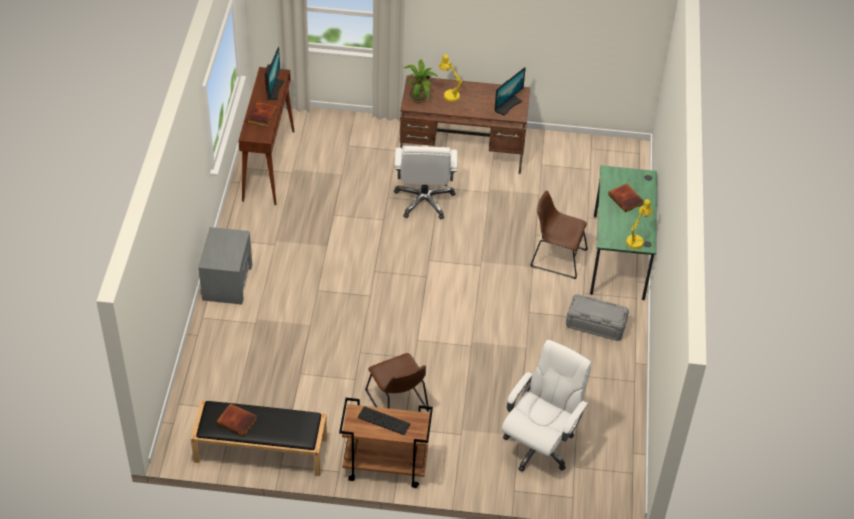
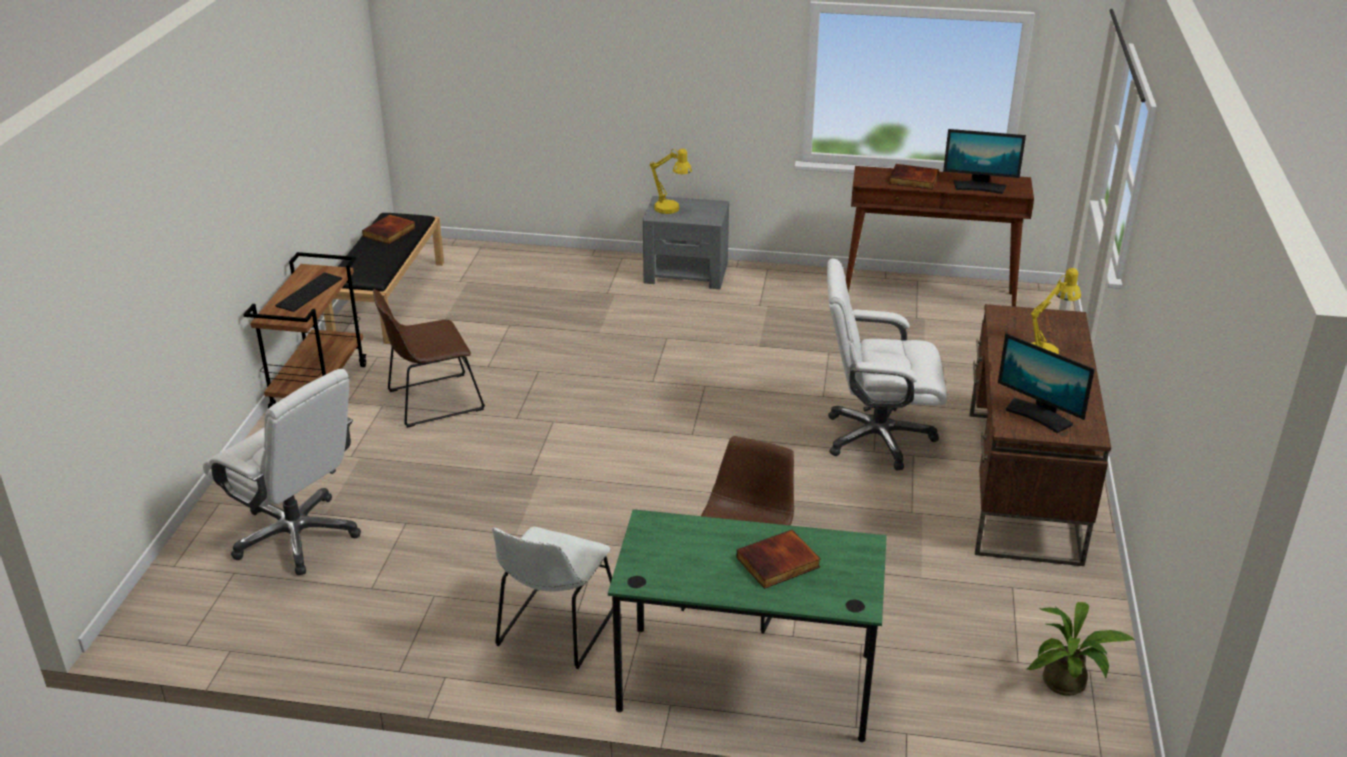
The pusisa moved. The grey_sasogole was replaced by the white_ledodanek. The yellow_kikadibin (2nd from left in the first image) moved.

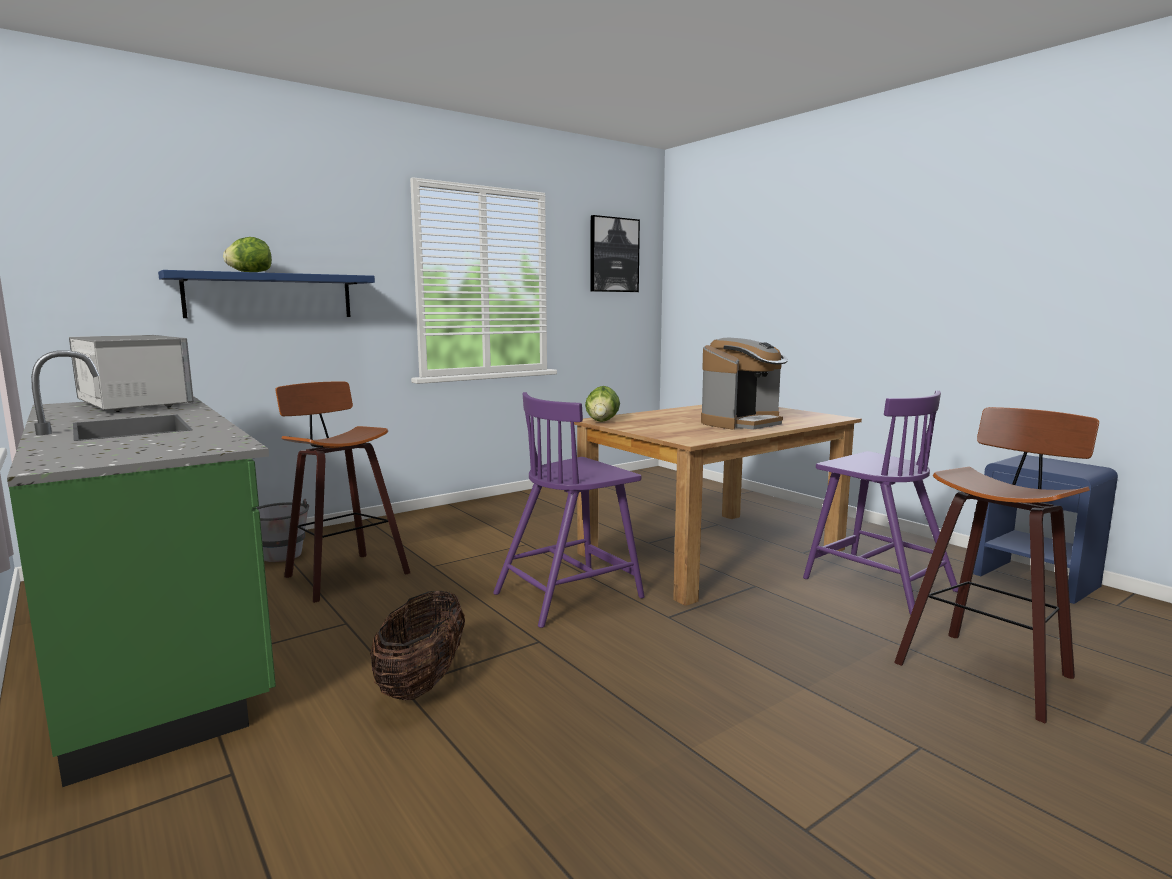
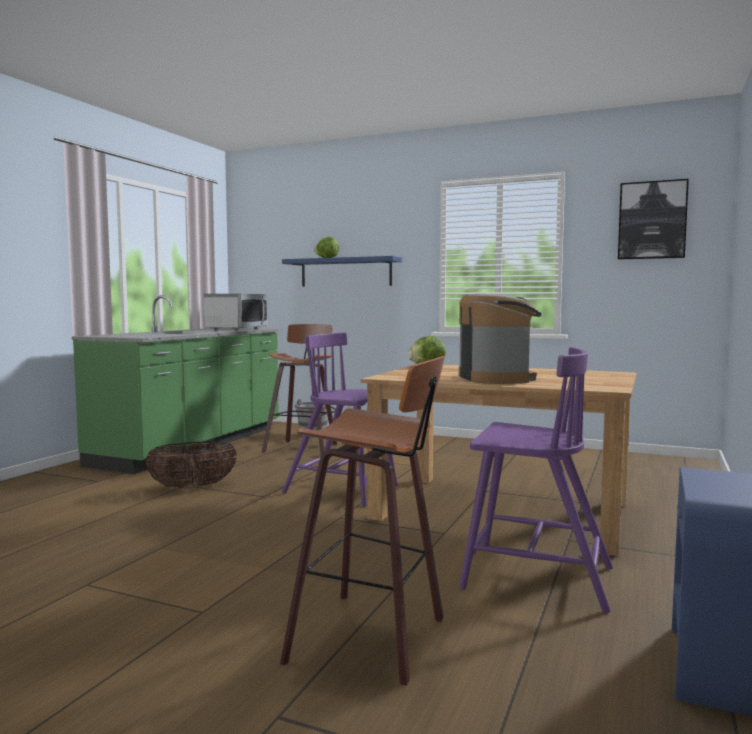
The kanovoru turned 120 degrees counterclockwise. The purple_ledodanek (2nd from left) turned 90 degrees counterclockwise.

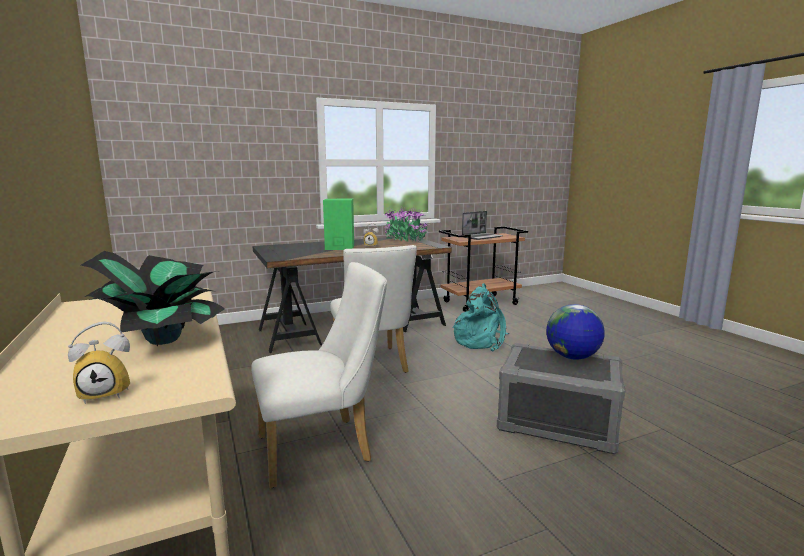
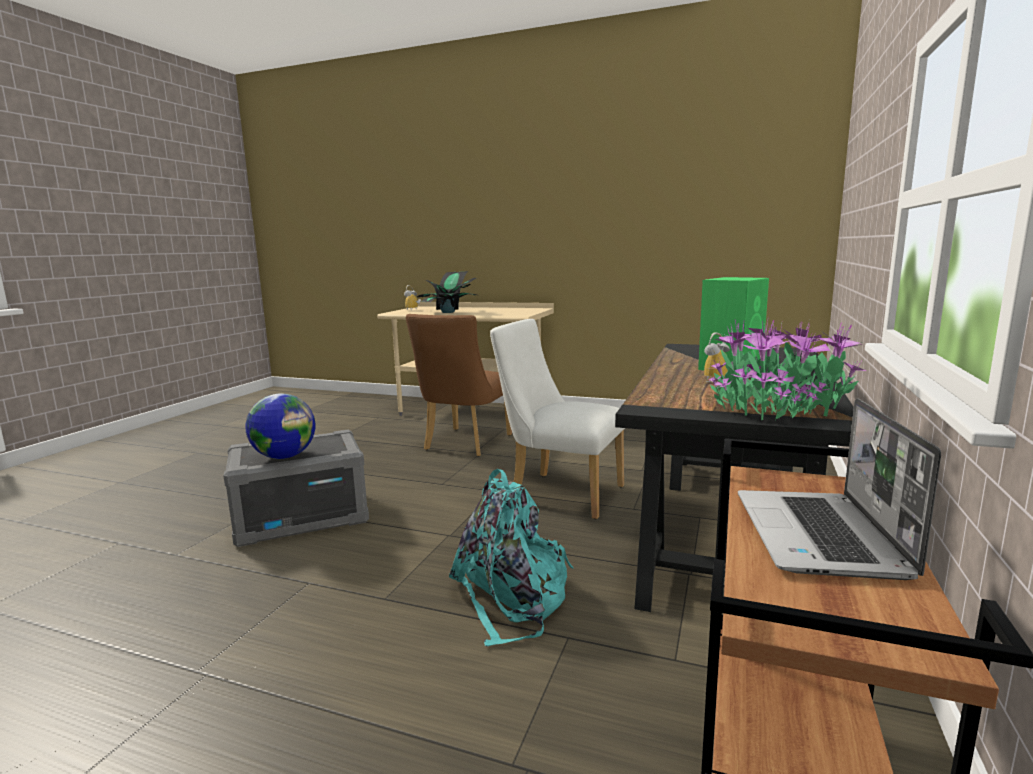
The white_ledodanek (1st from left) became the brown_ledodanek.

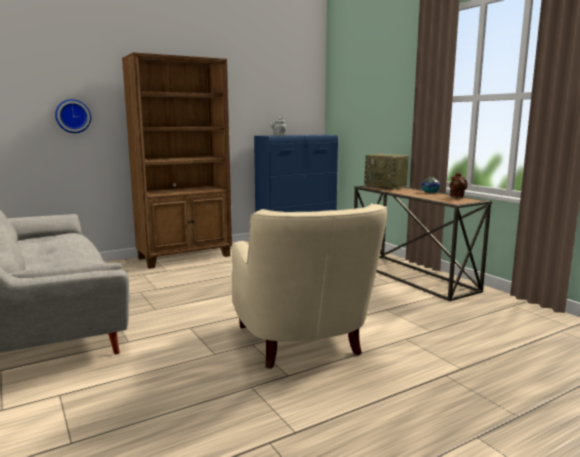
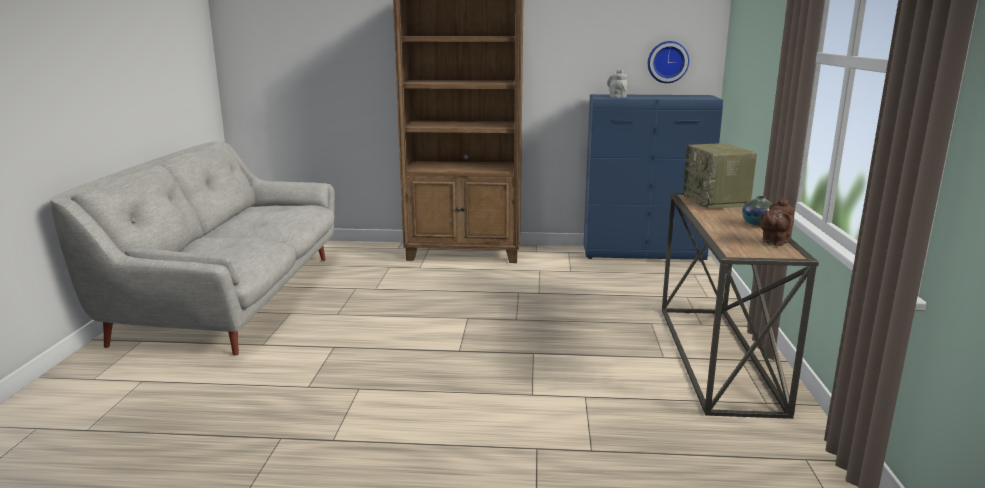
The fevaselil moved. The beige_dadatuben disappeared.

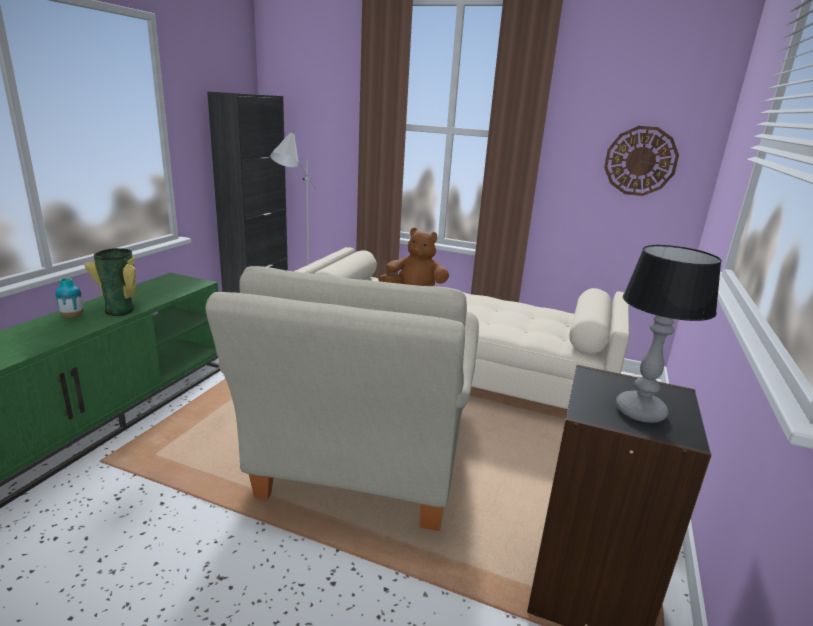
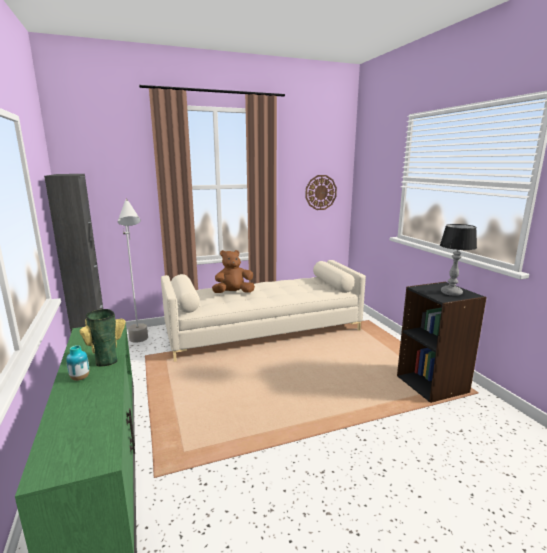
The beige_dadatuben disappeared.

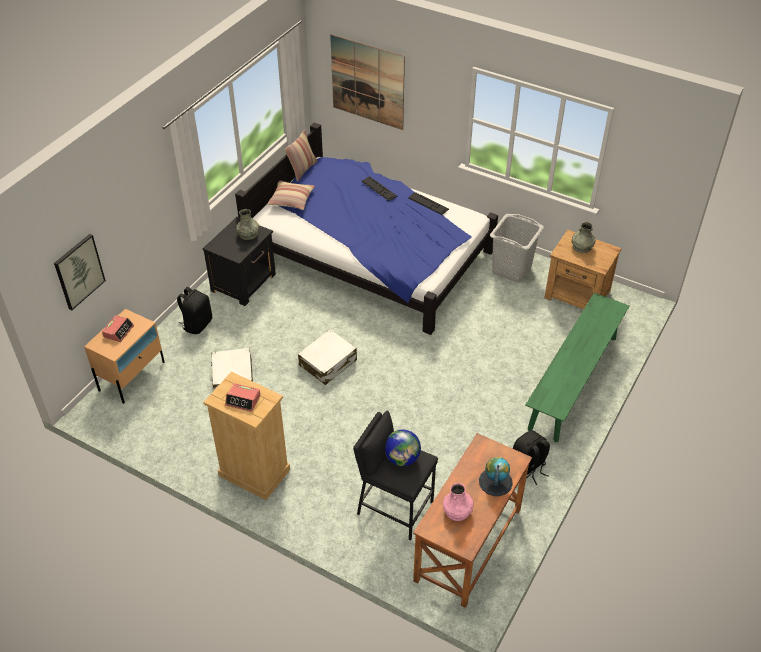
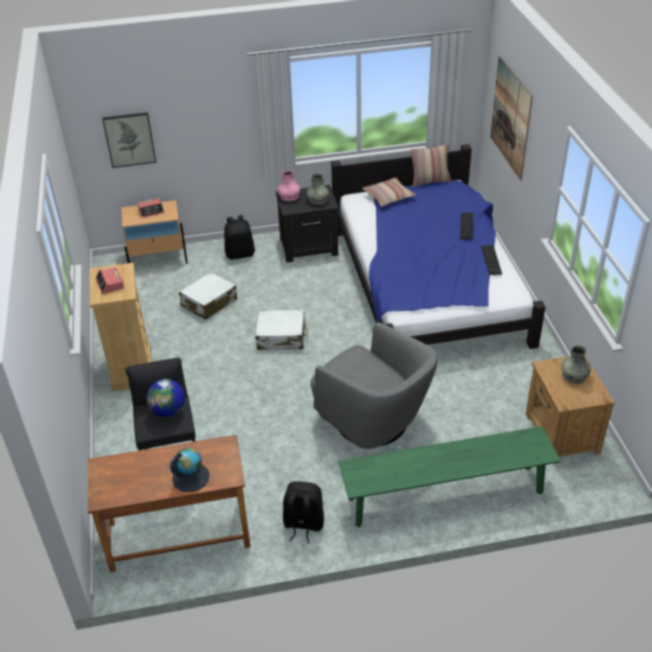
The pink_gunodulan moved. The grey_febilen disappeared. The grey_dadatuben appeared.

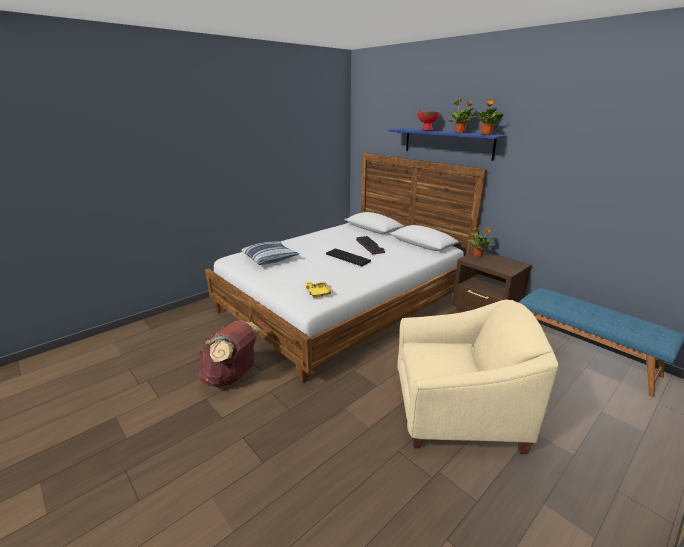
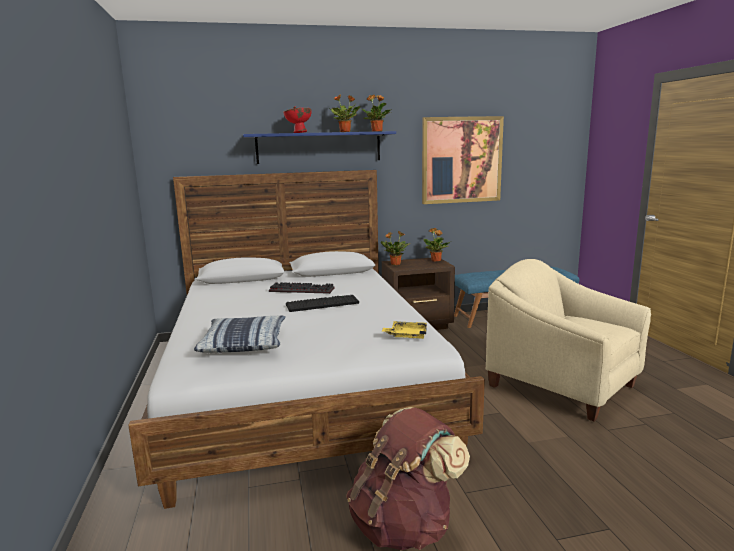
The beige_dadatuben turned 75 degrees counterclockwise. The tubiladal appeared. The pusisa (4th from left) appeared.

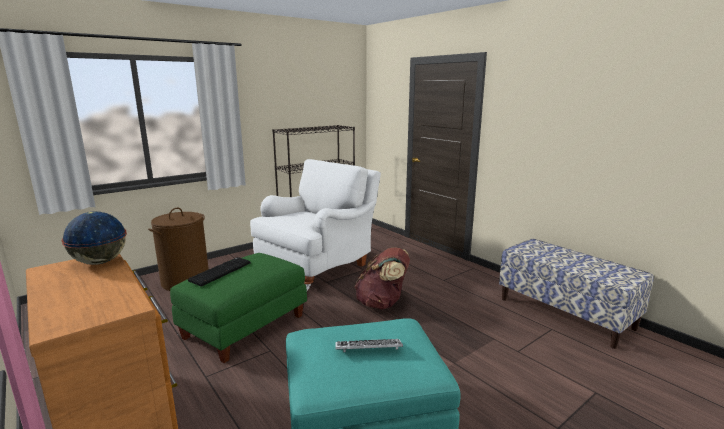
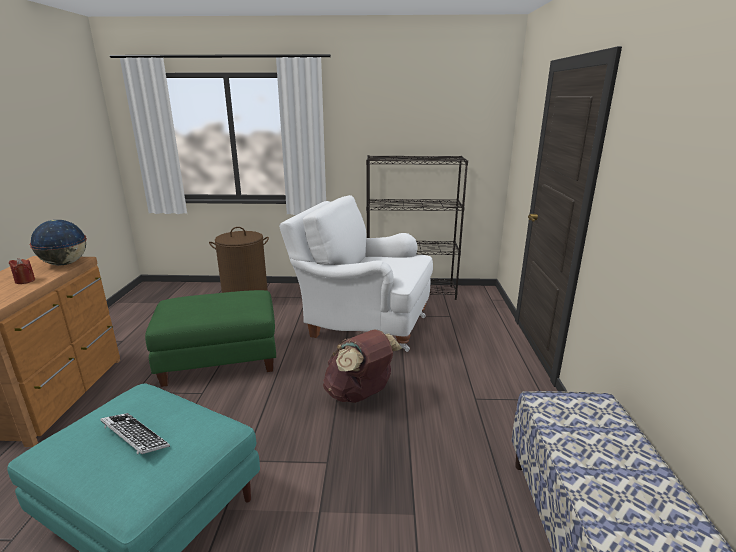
The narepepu (1st from left) disappeared. The white_dadatuben turned 150 degrees counterclockwise. The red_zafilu appeared.

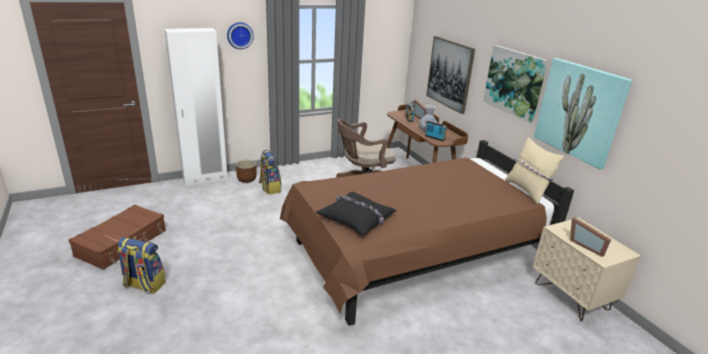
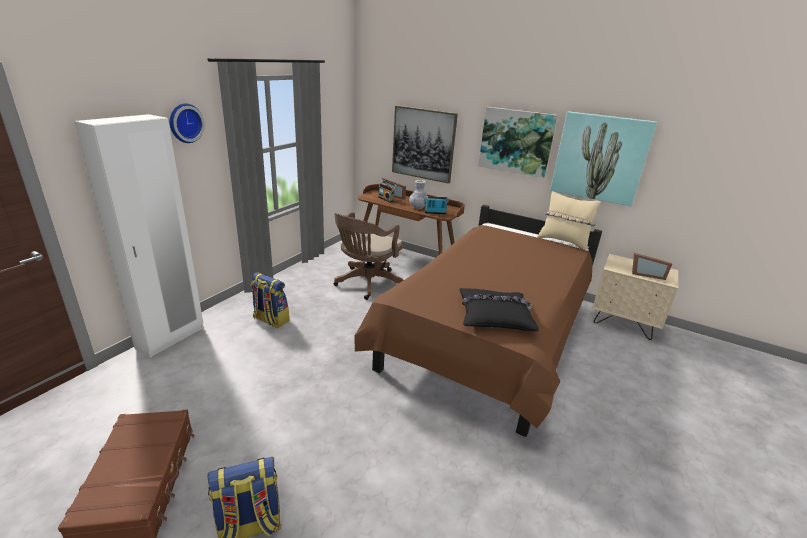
The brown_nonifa disappeared.

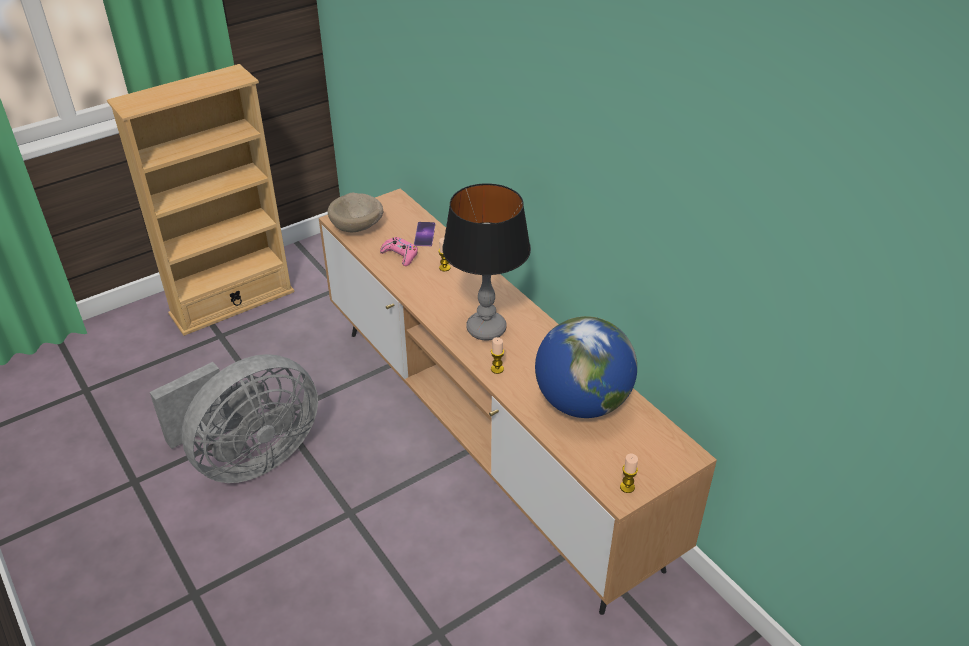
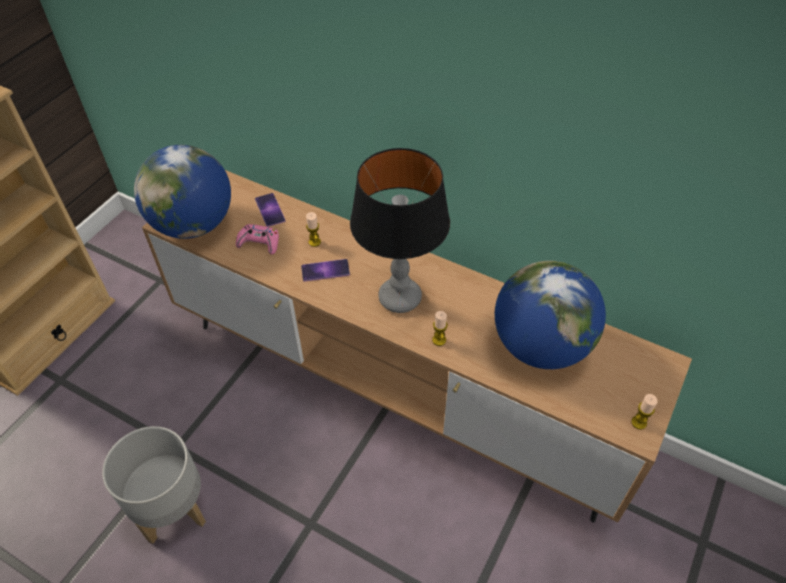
The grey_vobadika was replaced by the grey_nonifa. The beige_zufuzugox was replaced by the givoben (1st from left). The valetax (2nd from left) appeared.

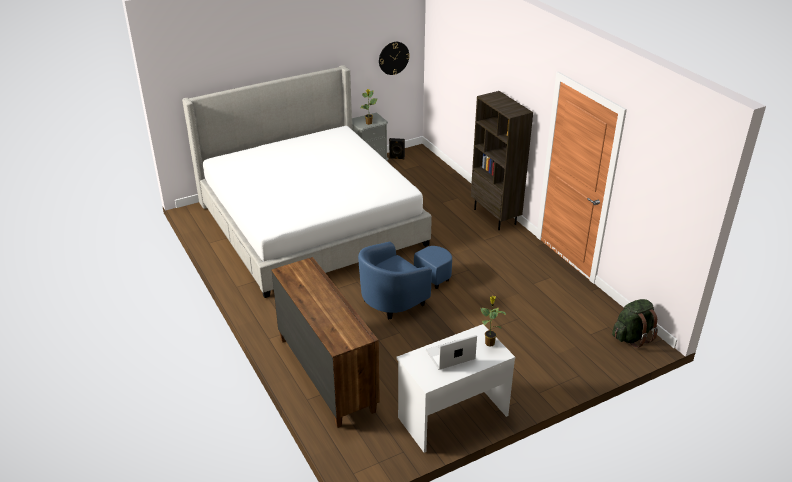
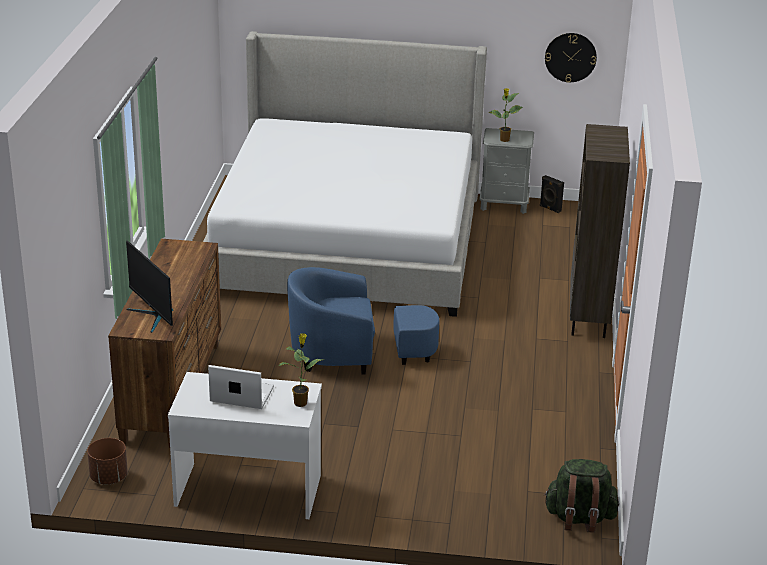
The brown_nonifa appeared. The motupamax appeared.

